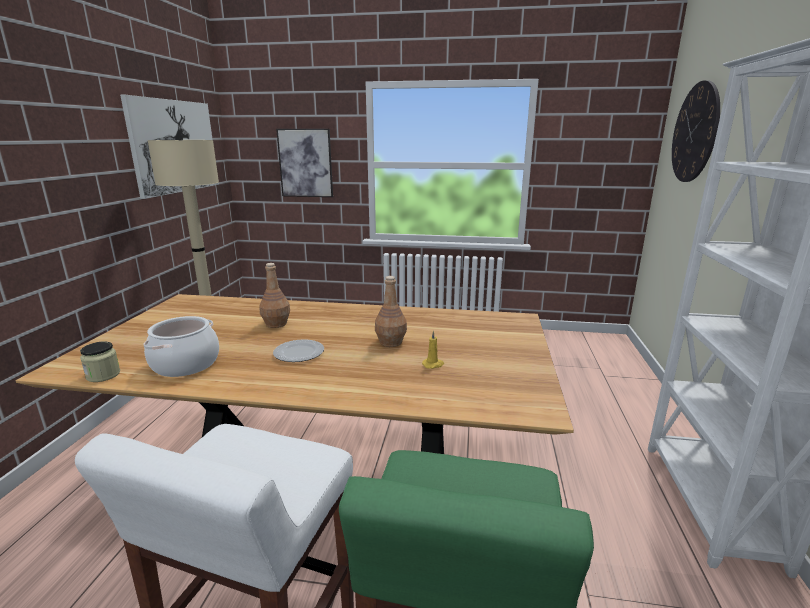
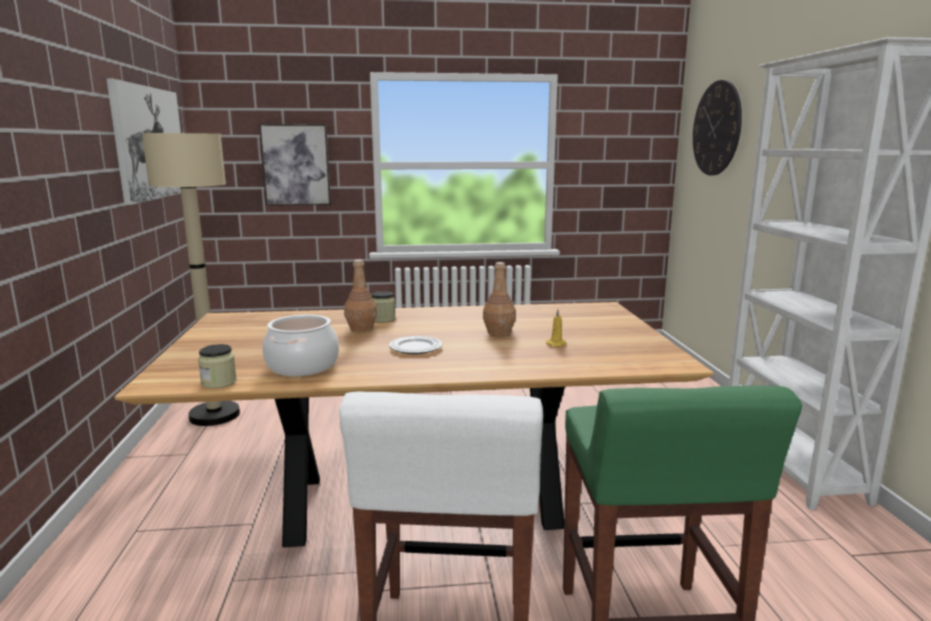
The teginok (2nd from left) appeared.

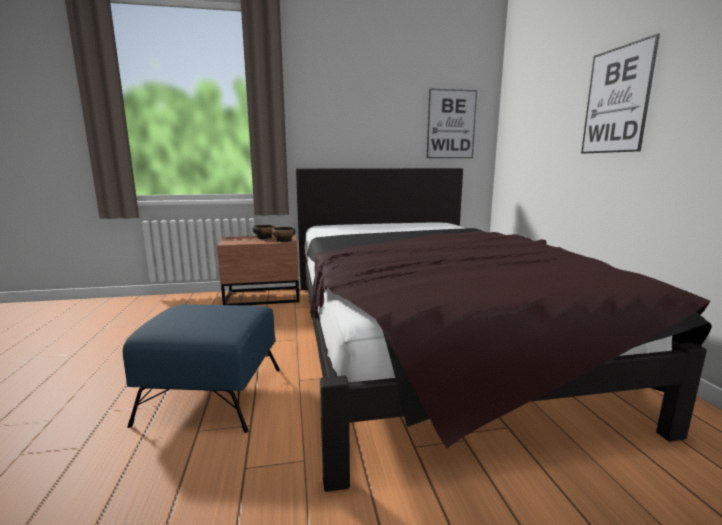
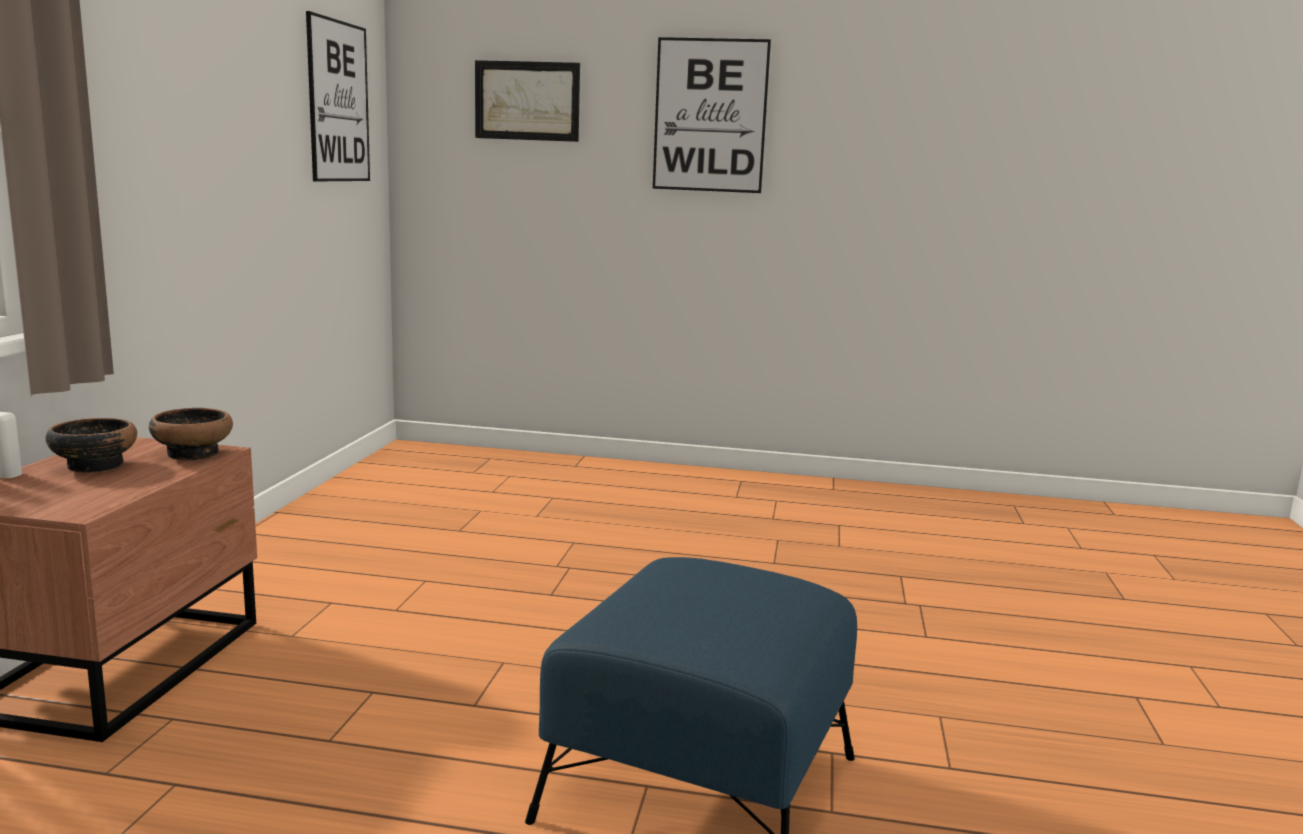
The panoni disappeared. The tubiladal (2nd from left) appeared.

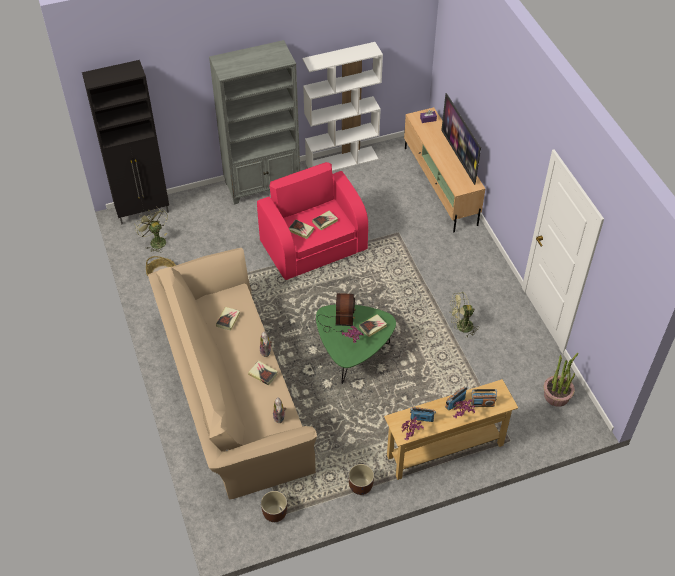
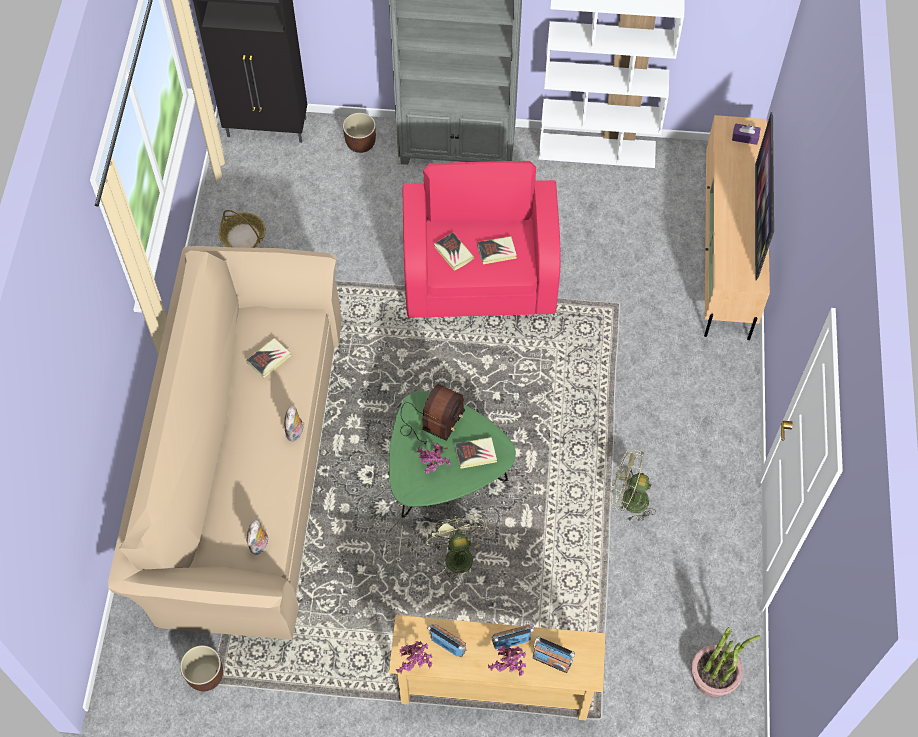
The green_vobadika (1st from left) moved. The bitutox (2nd from left) disappeared. The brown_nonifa (2nd from left) moved.

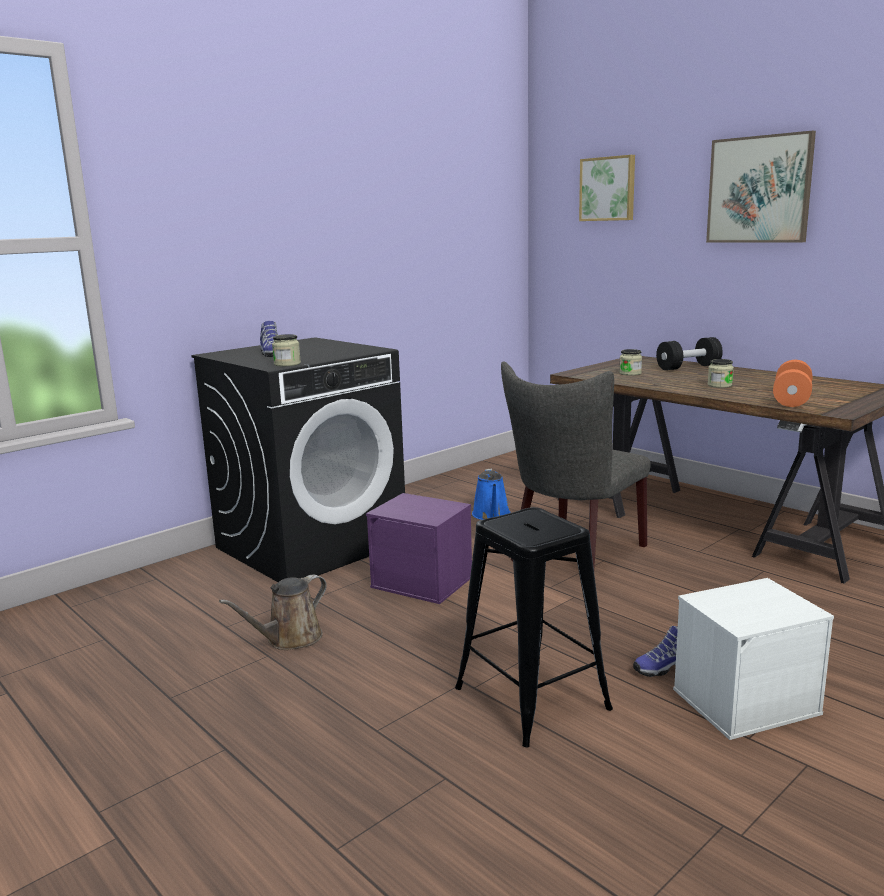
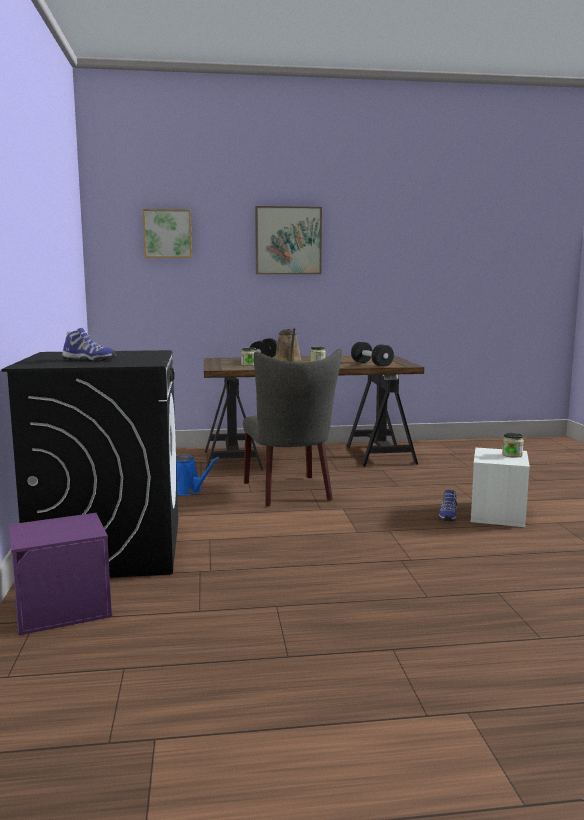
The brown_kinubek moved. The teginok (1st from left in the first image) moved. The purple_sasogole moved. The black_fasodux disappeared. The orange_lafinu became the black_lafinu (2nd from left).

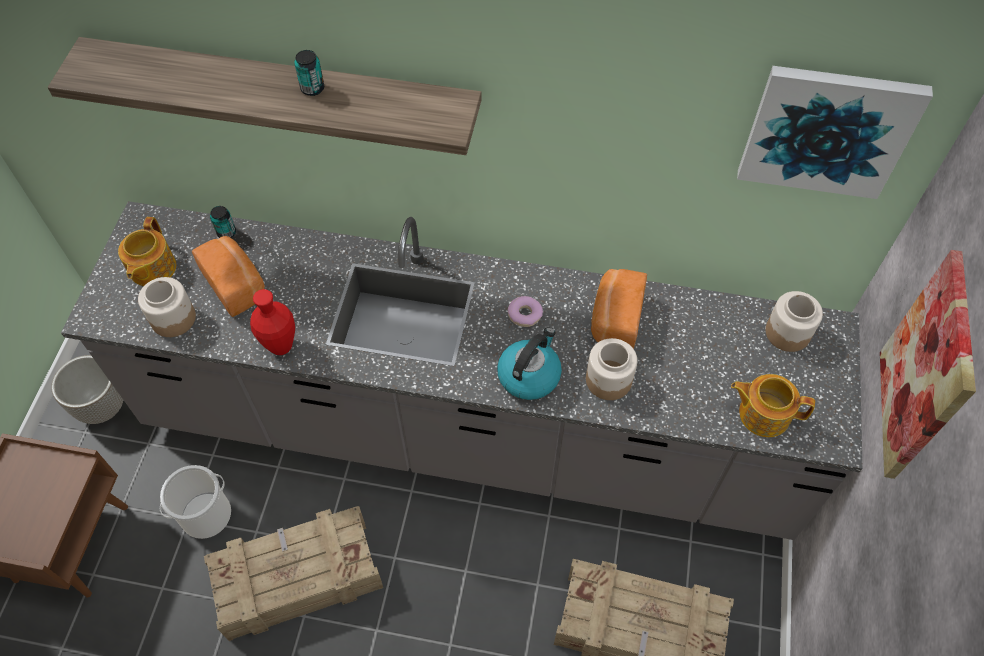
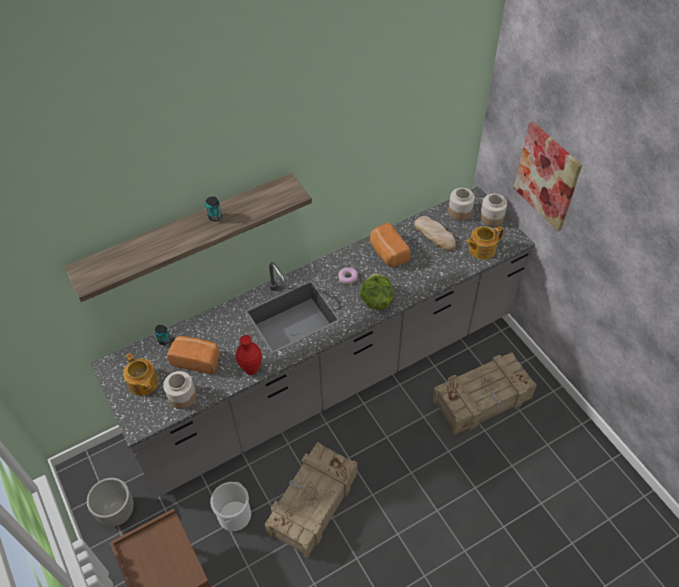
The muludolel was replaced by the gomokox. The teginok (2nd from left in the first image) moved. The tubiladal (1st from left) disappeared. The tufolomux (3rd from left) appeared.

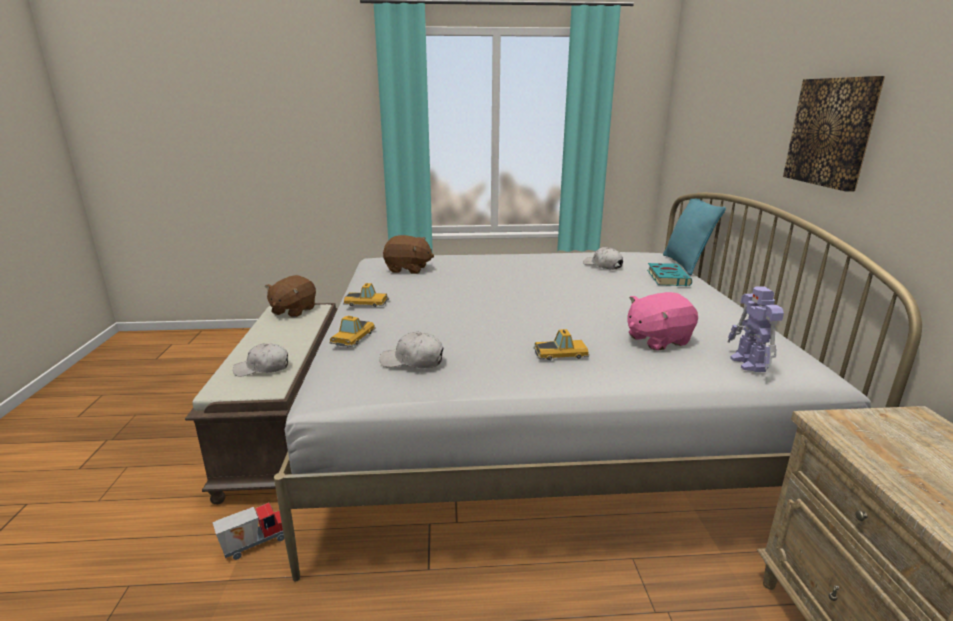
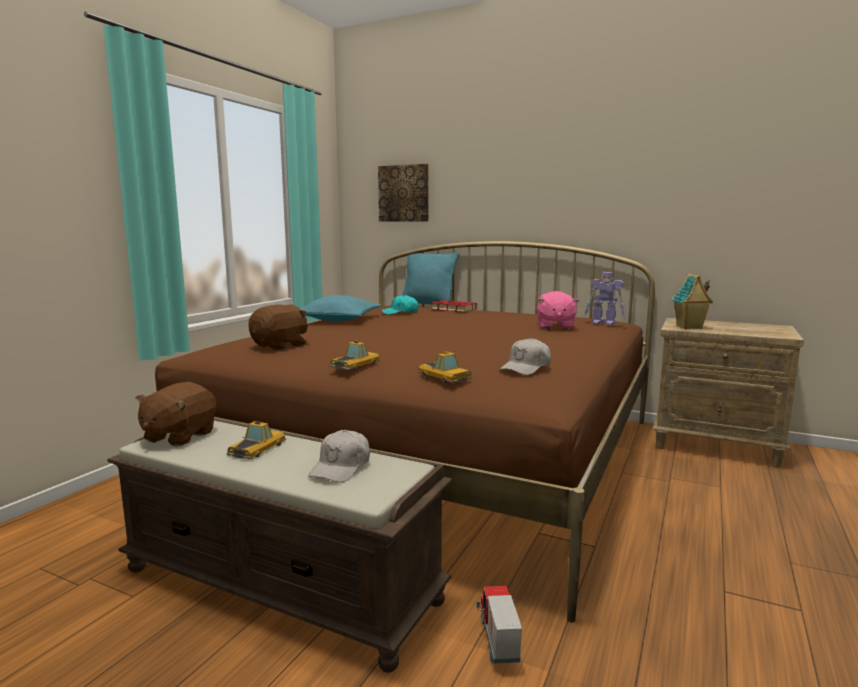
The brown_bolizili (1st from left) turned 60 degrees clockwise. The white_panoni became the brown_panoni. The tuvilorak (3rd from left in the first image) moved. The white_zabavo (3rd from left) became the turquoise_zabavo. The turquoise_bitutox became the red_bitutox. The tubiladal moved. The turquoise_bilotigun (1st from left) appeared. The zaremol appeared.

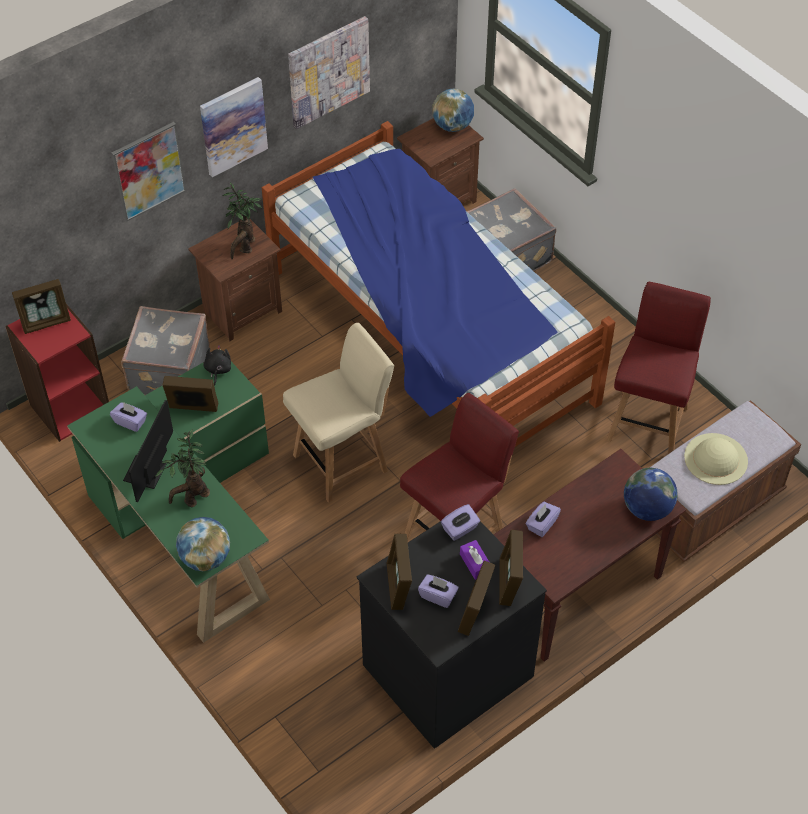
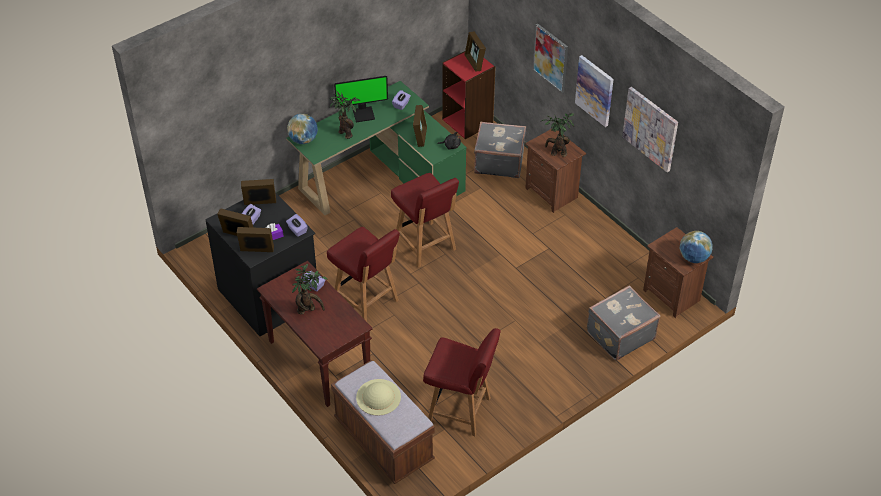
The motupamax turned 150 degrees clockwise. The panoni disappeared. The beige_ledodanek became the red_ledodanek (2nd from left). The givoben (3rd from left) disappeared. The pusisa (1st from left) appeared.

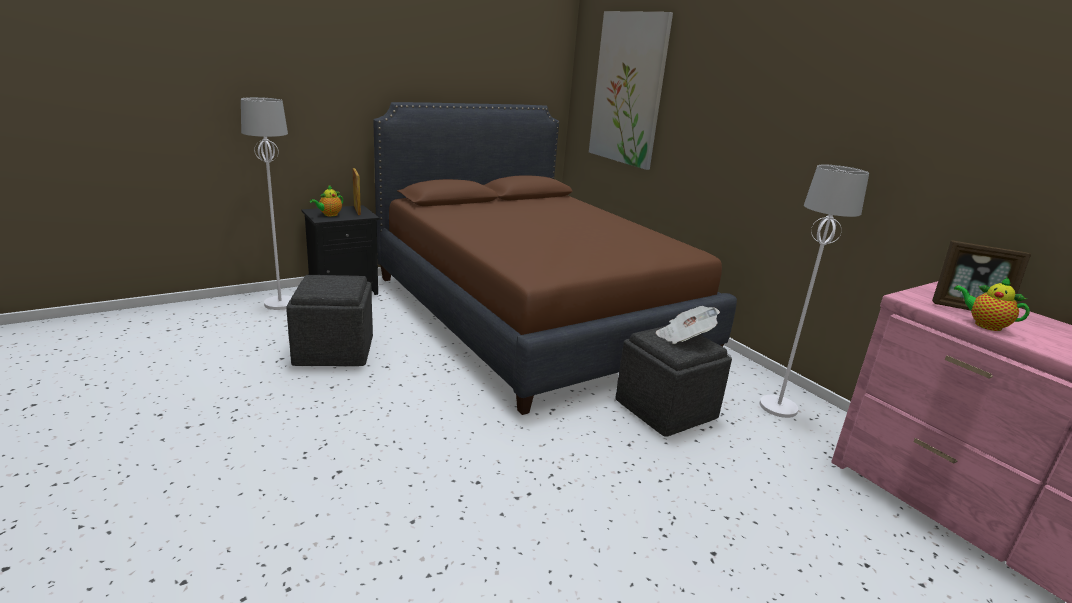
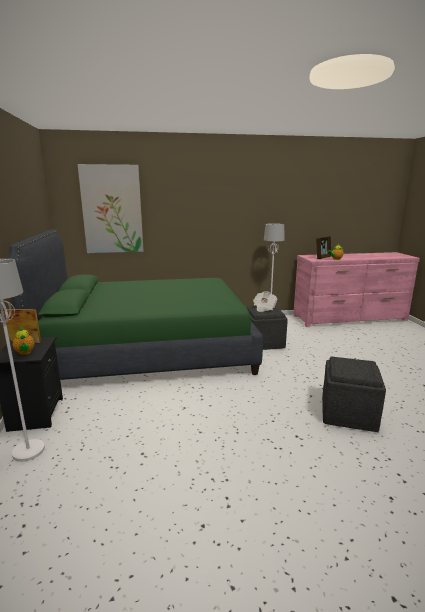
The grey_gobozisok (1st from left in the first image) moved. The brown_panoni became the green_panoni.

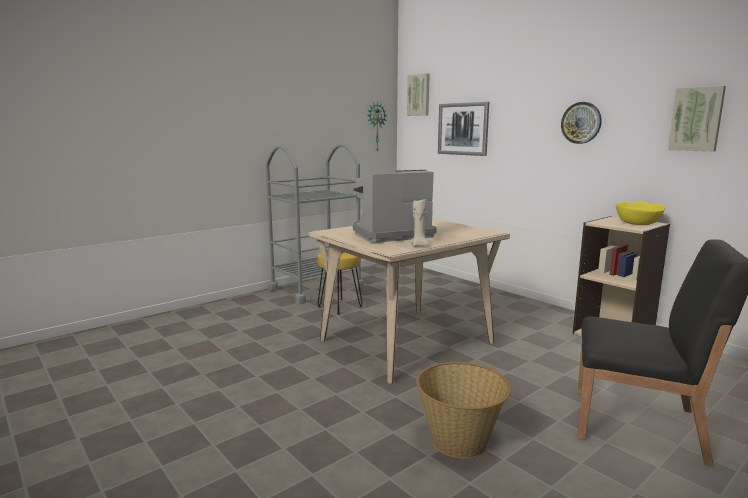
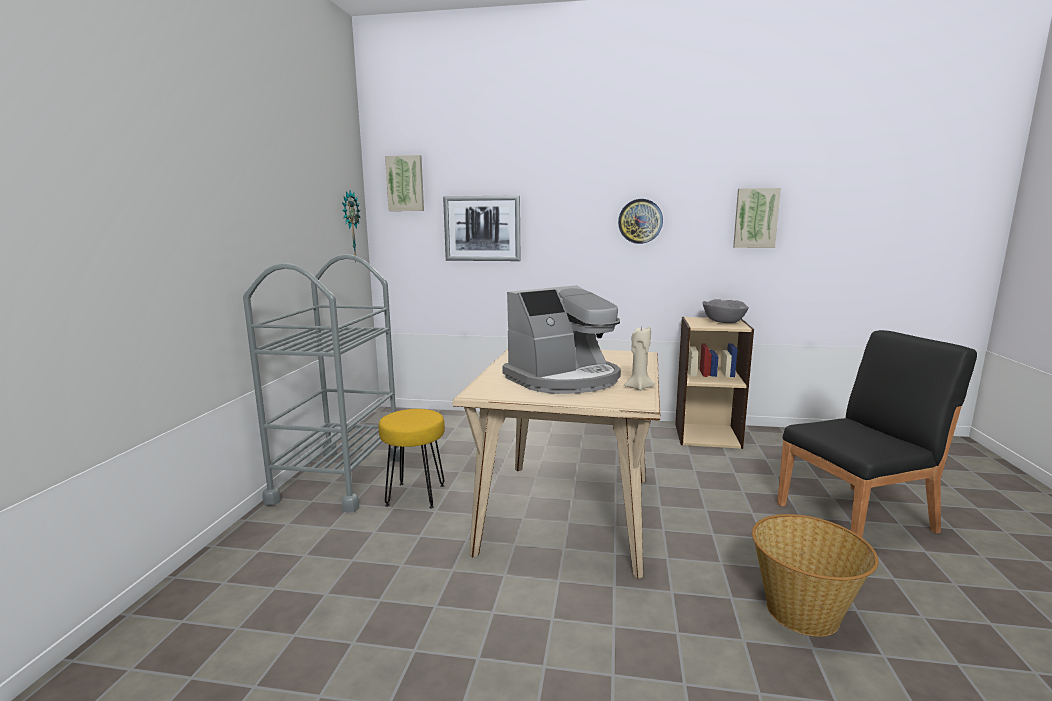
The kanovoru turned 150 degrees counterclockwise. The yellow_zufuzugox became the grey_zufuzugox.

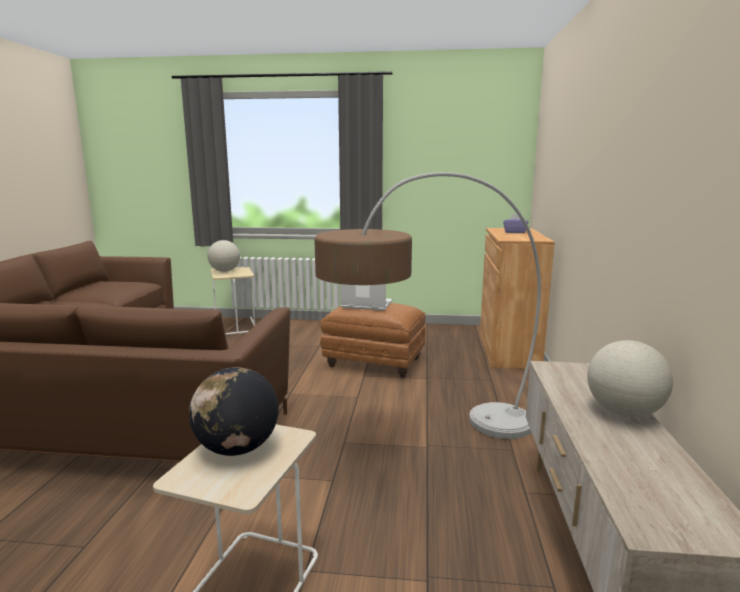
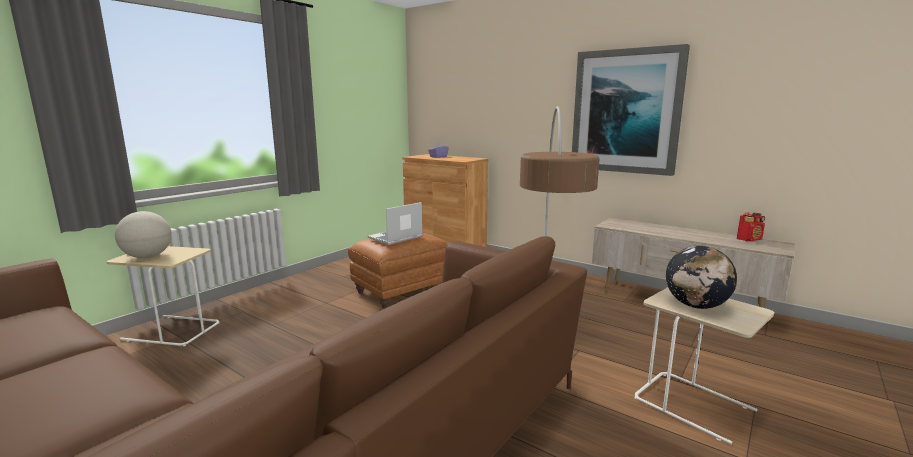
The givoben (3rd from left) disappeared. The tubiladal appeared. The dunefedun appeared.

